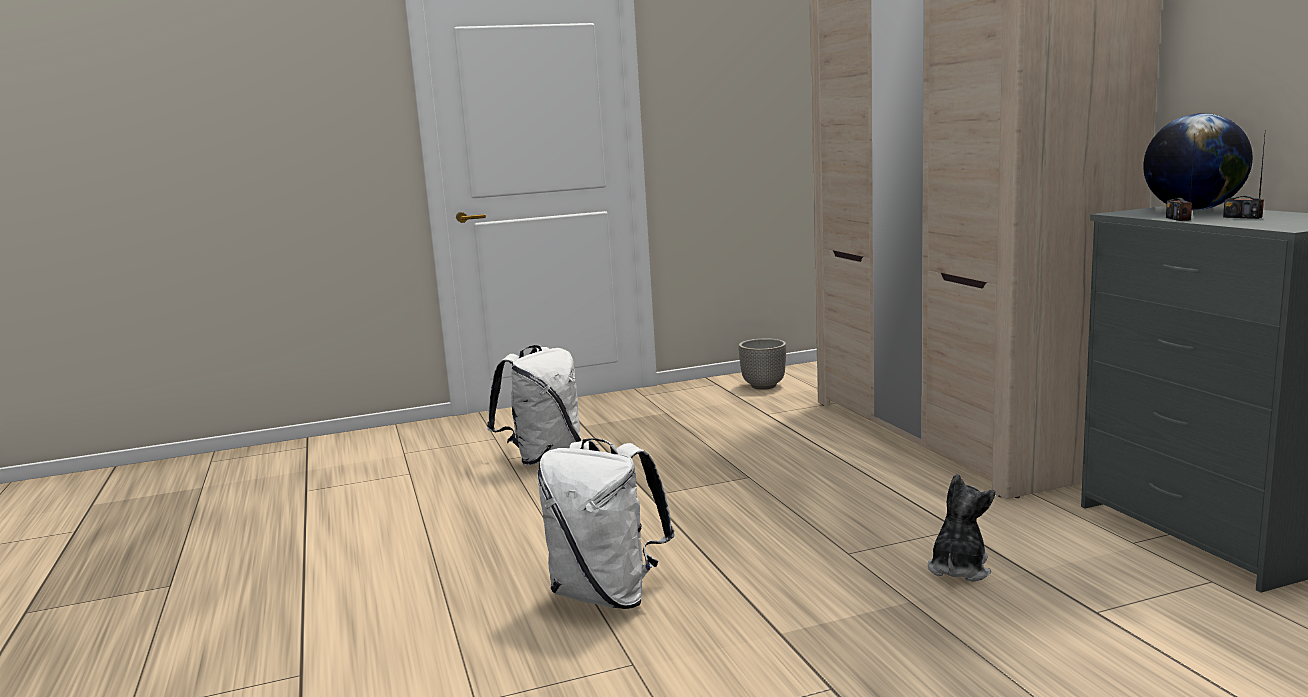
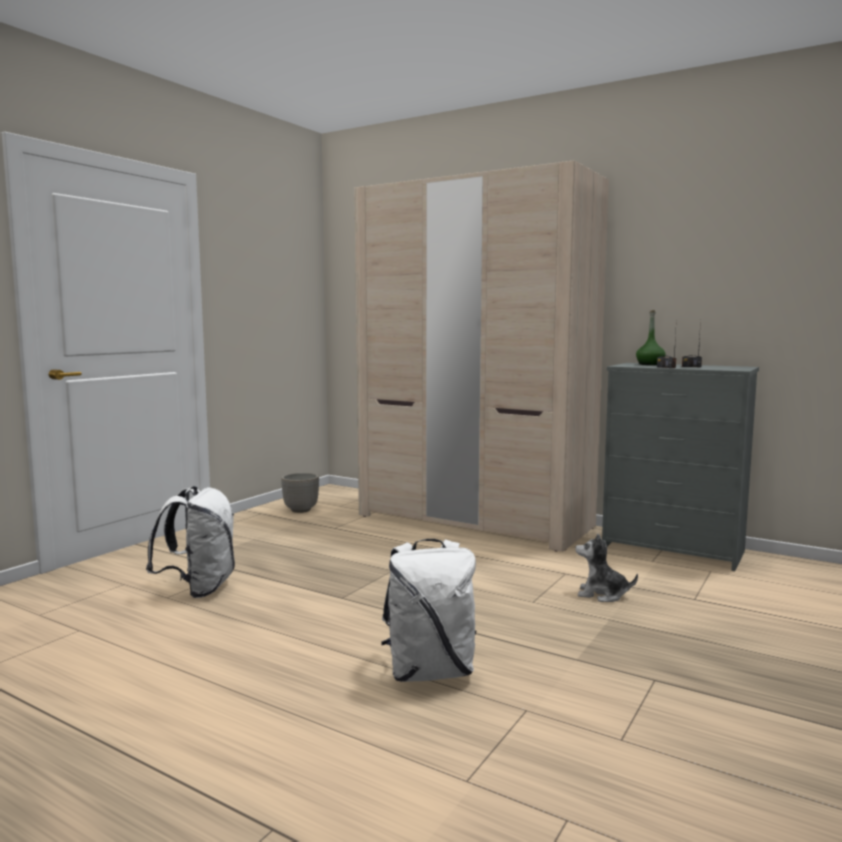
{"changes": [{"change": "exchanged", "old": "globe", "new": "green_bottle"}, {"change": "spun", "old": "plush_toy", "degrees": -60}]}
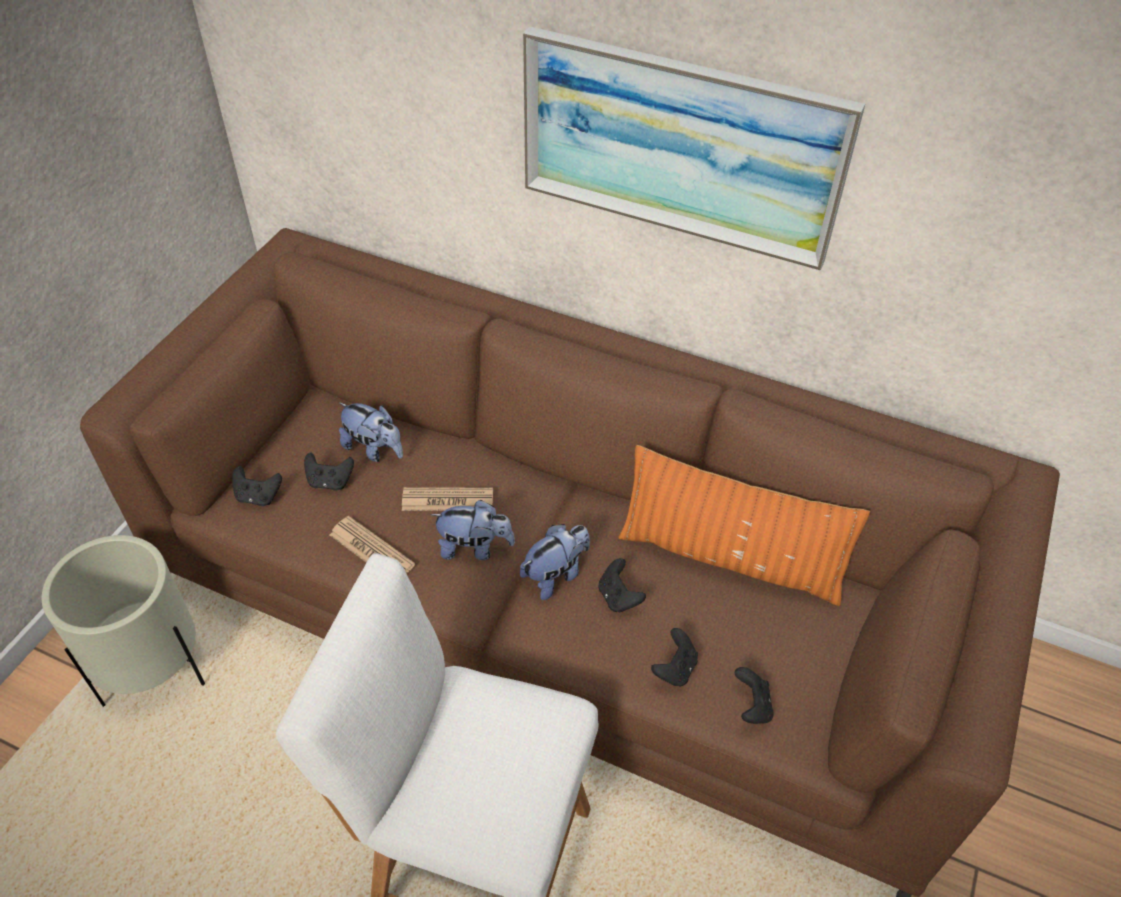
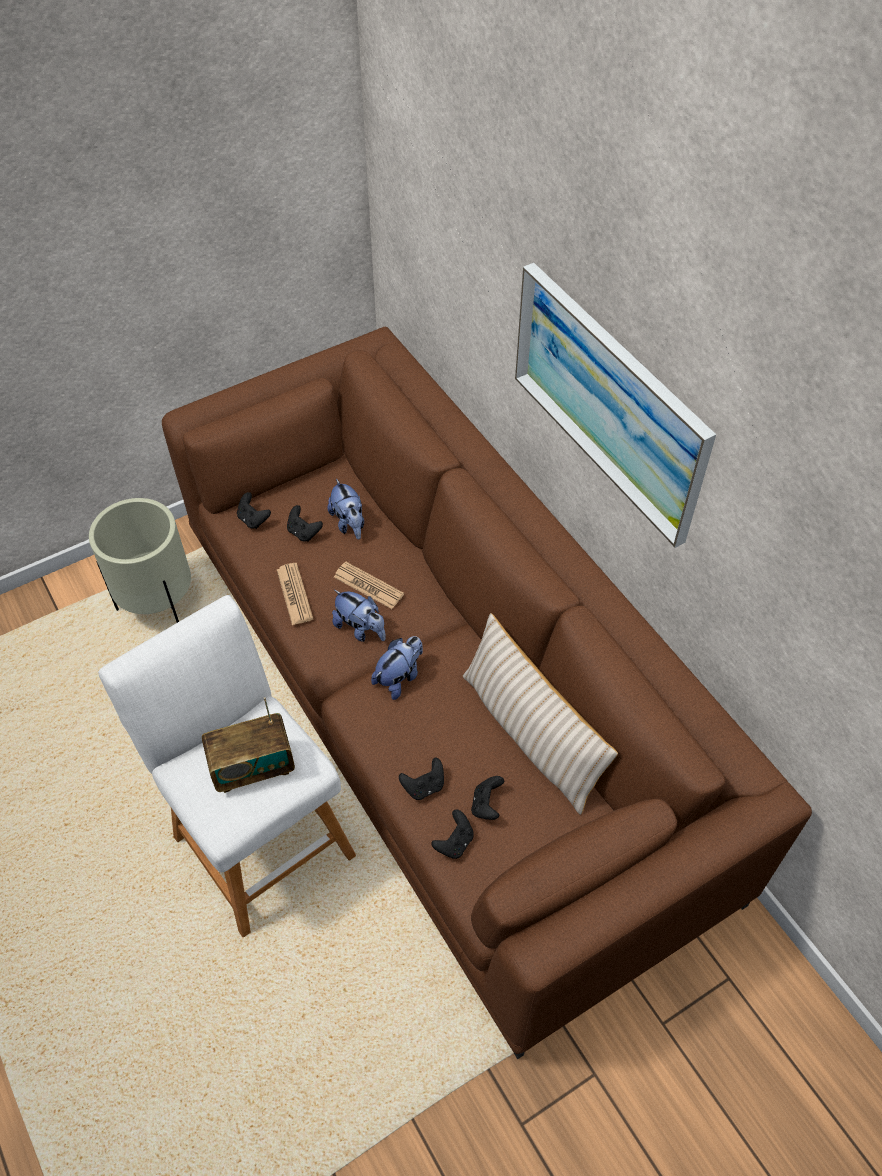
{"changes": [{"change": "colour", "old": "orange_pillow", "new": "beige_pillow"}, {"change": "spun", "old": "plush_toy (no. 3 from left)", "degrees": -45}, {"change": "relocated", "old": "black_game_controller (no. 3 from left in the first image)", "new": "black_game_controller (no. 5 from left)"}, {"change": "appeared", "new": "radio"}]}
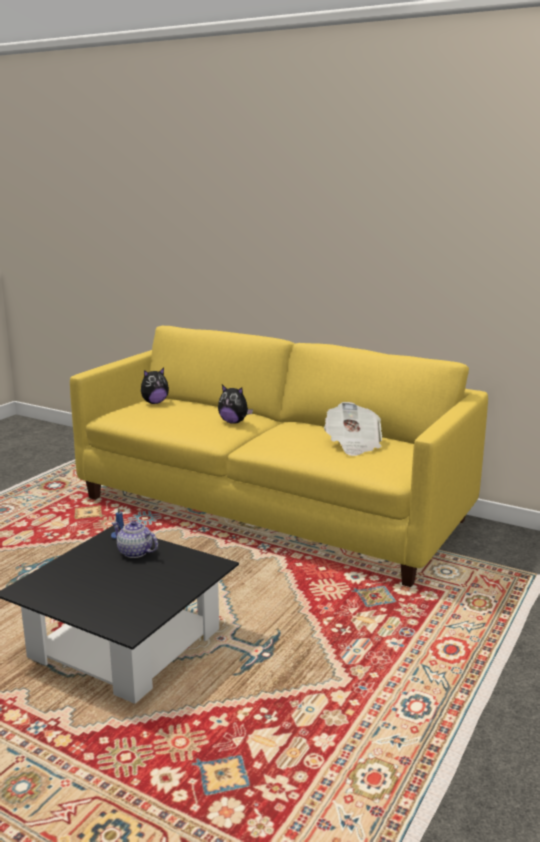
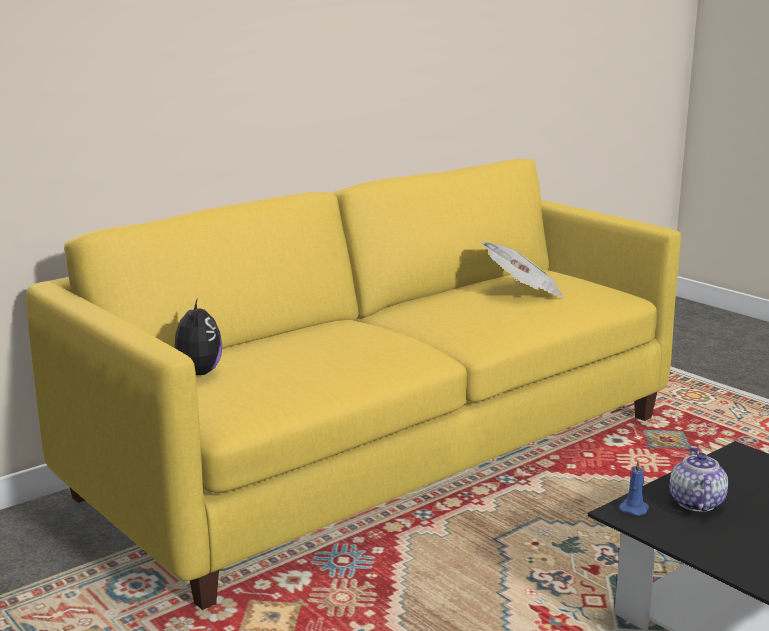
{"changes": [{"change": "missing", "old": "plush_toy (no. 2 from left)"}, {"change": "spun", "old": "teapot", "degrees": 135}]}
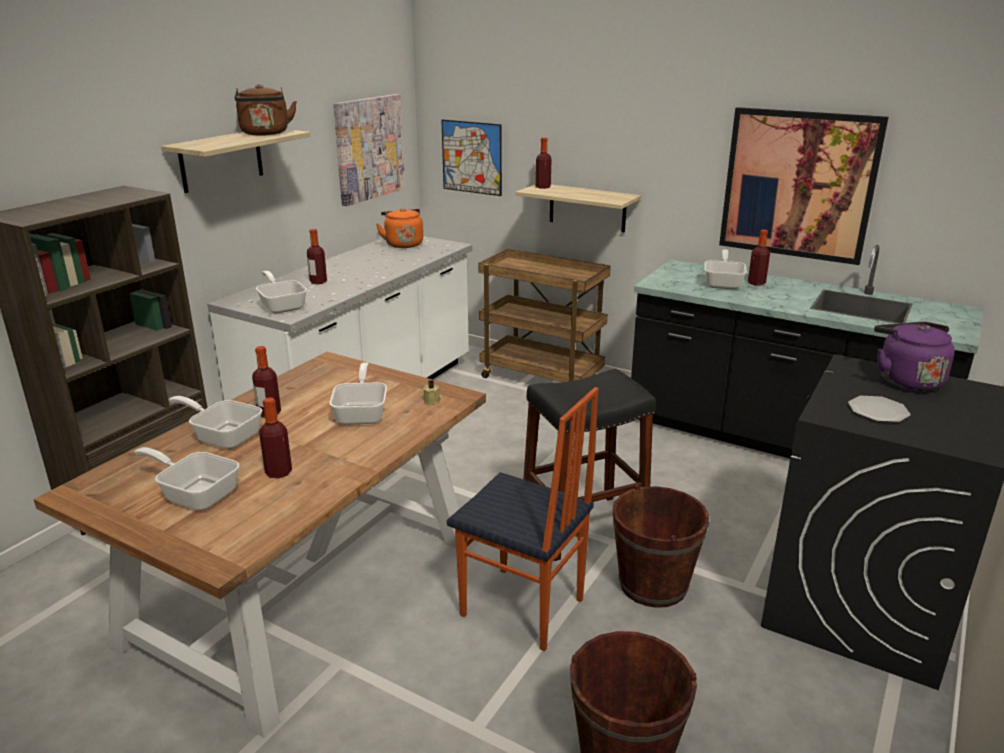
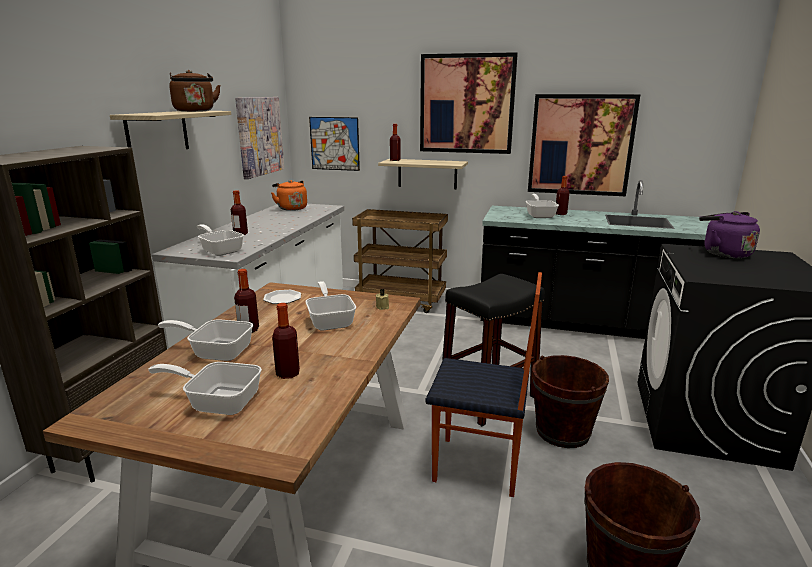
{"changes": [{"change": "relocated", "old": "plate"}, {"change": "appeared", "new": "picture (no. 3 from left)"}]}
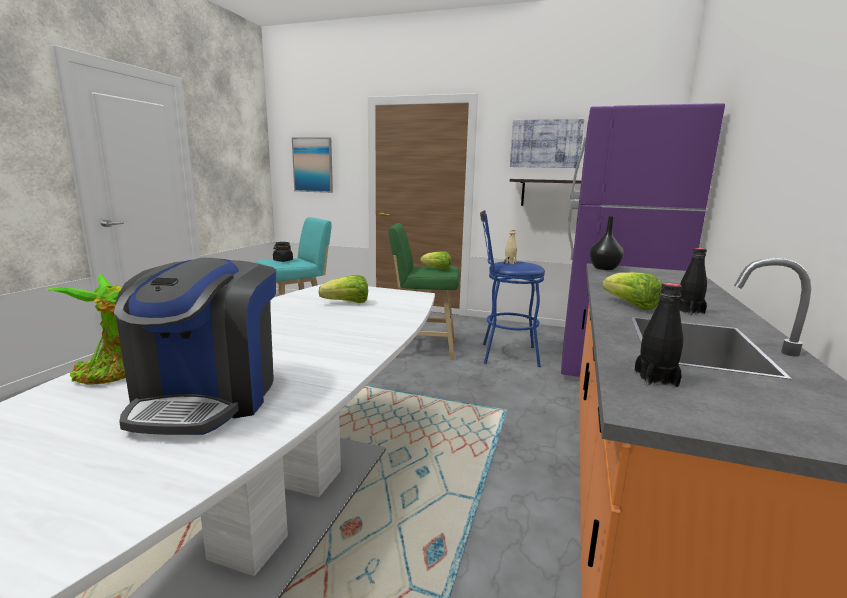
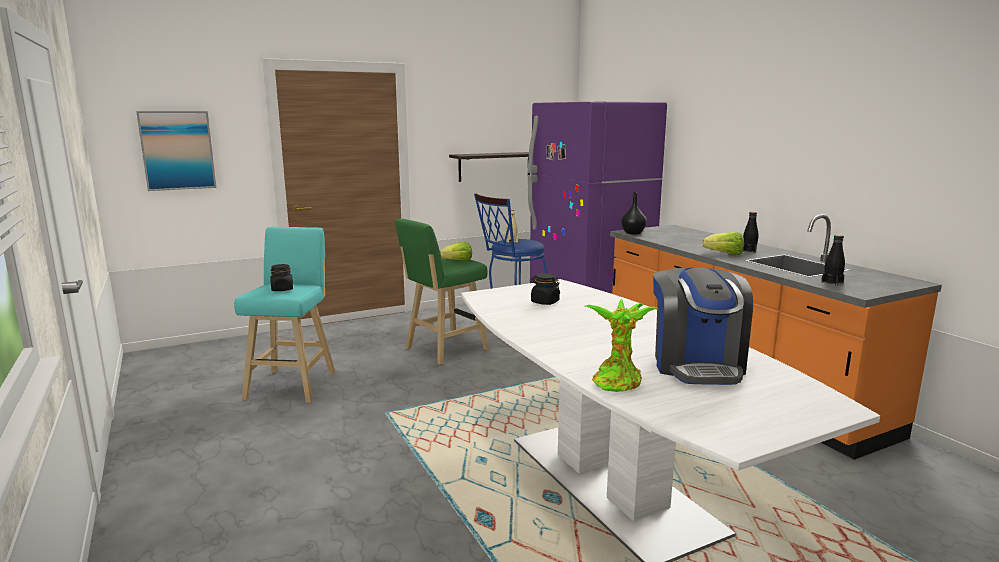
{"changes": [{"change": "missing", "old": "picture (no. 2 from left)"}, {"change": "spun", "old": "coffee_machine", "degrees": 45}, {"change": "exchanged", "old": "lettuce (no. 1 from left)", "new": "black_jar (no. 2 from left)"}]}
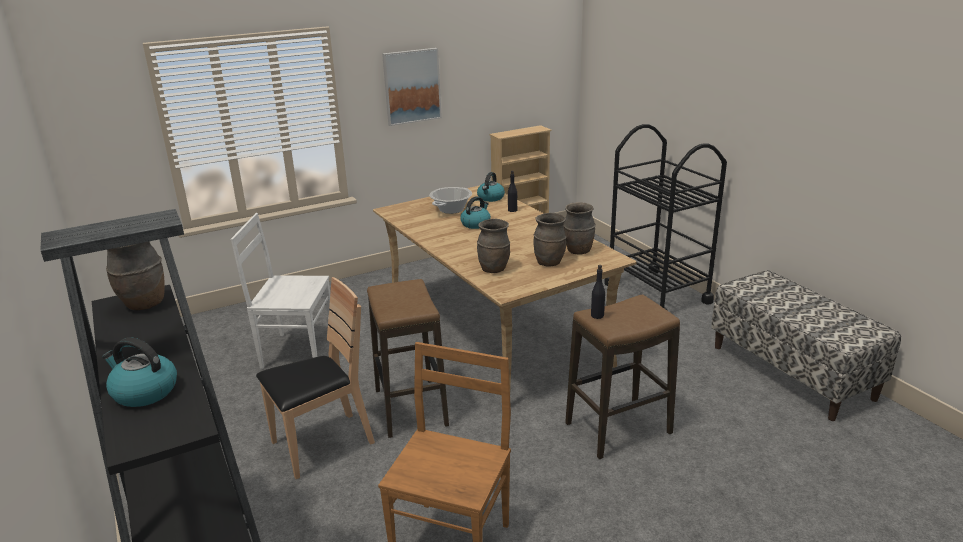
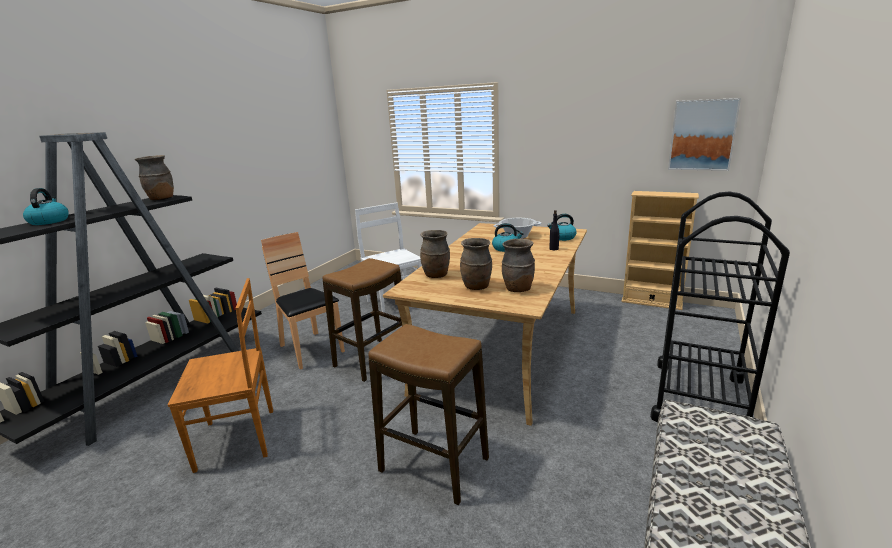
{"changes": [{"change": "relocated", "old": "picture"}, {"change": "missing", "old": "black_bottle (no. 2 from left)"}, {"change": "spun", "old": "brown_chair (no. 1 from left in the first image)", "degrees": -150}]}
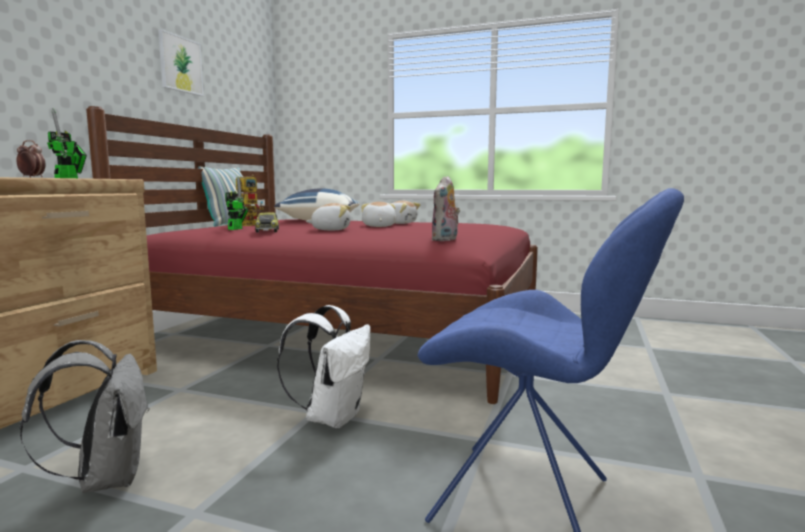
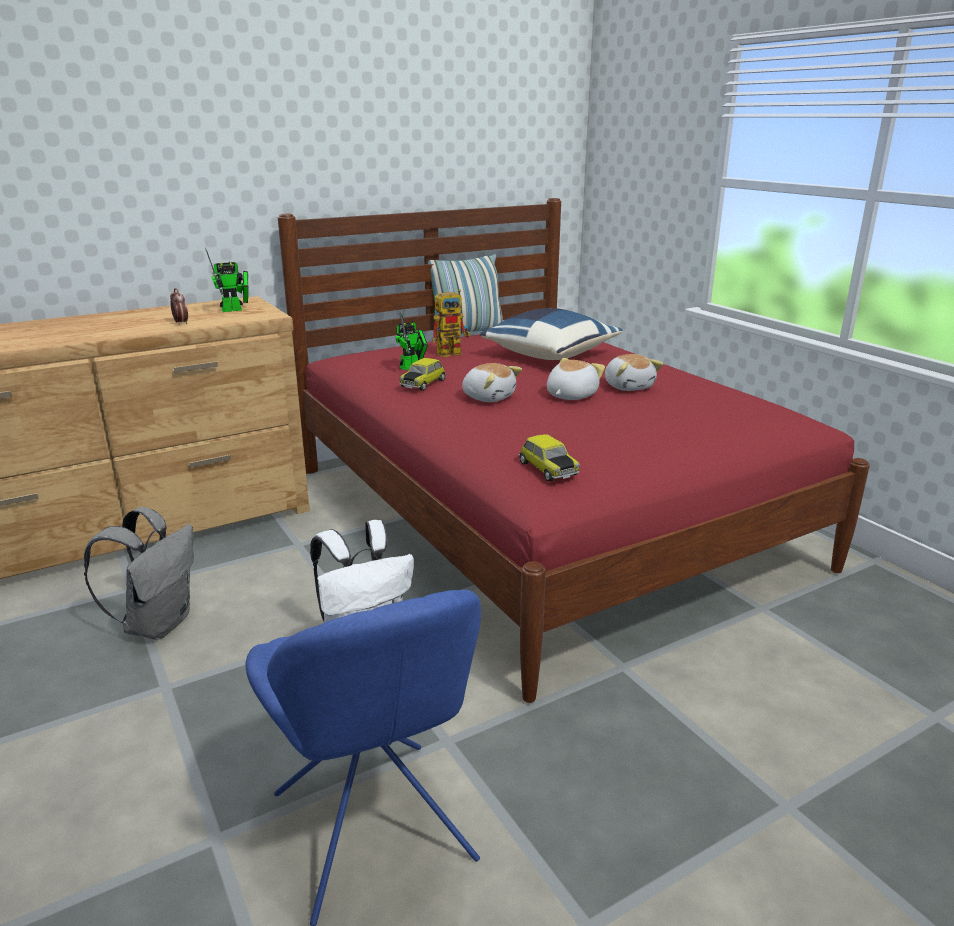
{"changes": [{"change": "missing", "old": "picture"}, {"change": "exchanged", "old": "plush_toy (no. 4 from left)", "new": "toy_car (no. 2 from left)"}]}
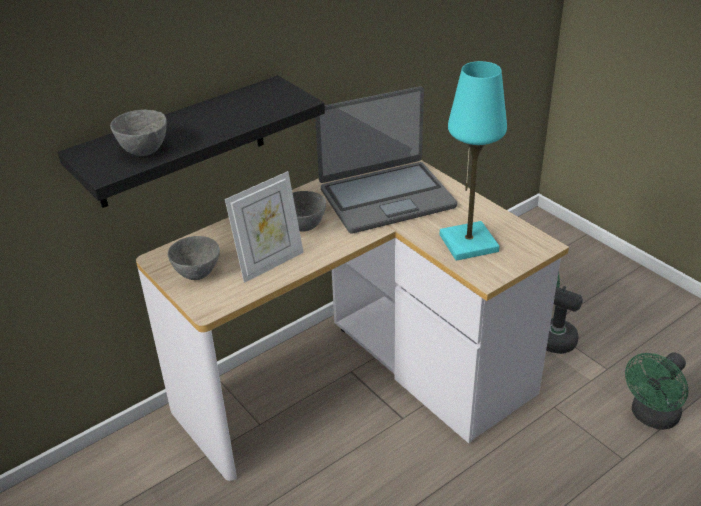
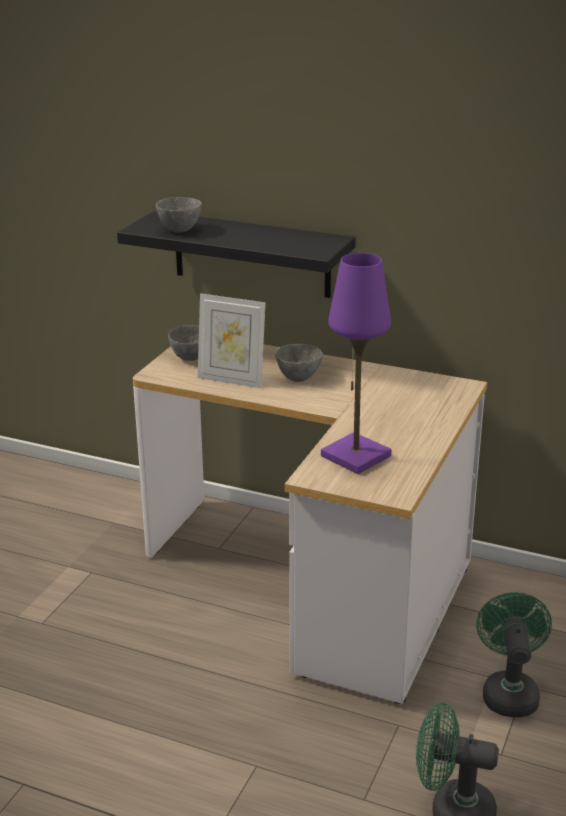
{"changes": [{"change": "colour", "old": "turquoise_table_lamp", "new": "purple_table_lamp"}, {"change": "missing", "old": "laptop"}]}
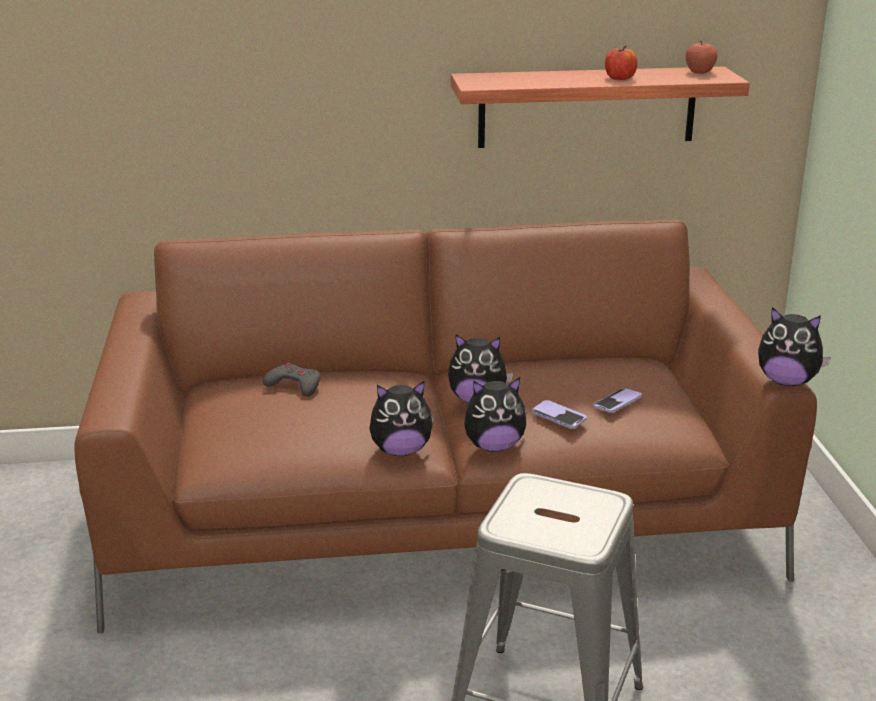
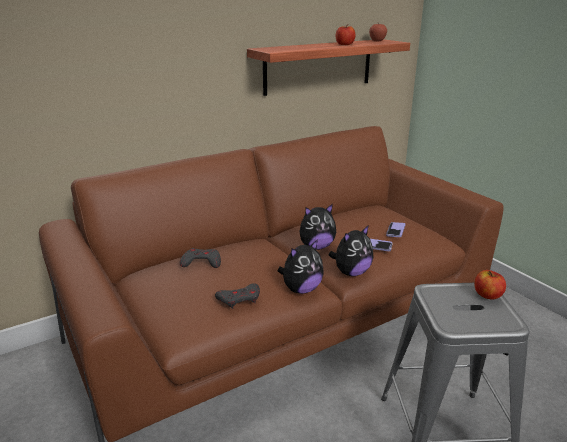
{"changes": [{"change": "missing", "old": "plush_toy (no. 4 from left)"}, {"change": "appeared", "new": "apple (no. 3 from left)"}, {"change": "appeared", "new": "grey_game_controller (no. 2 from left)"}]}
